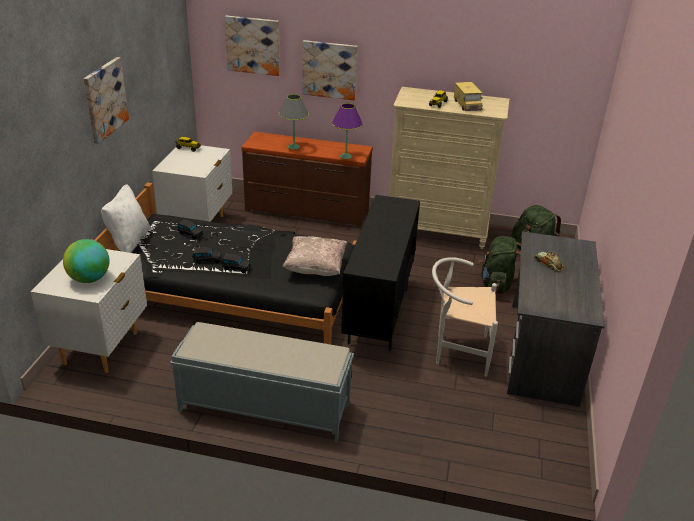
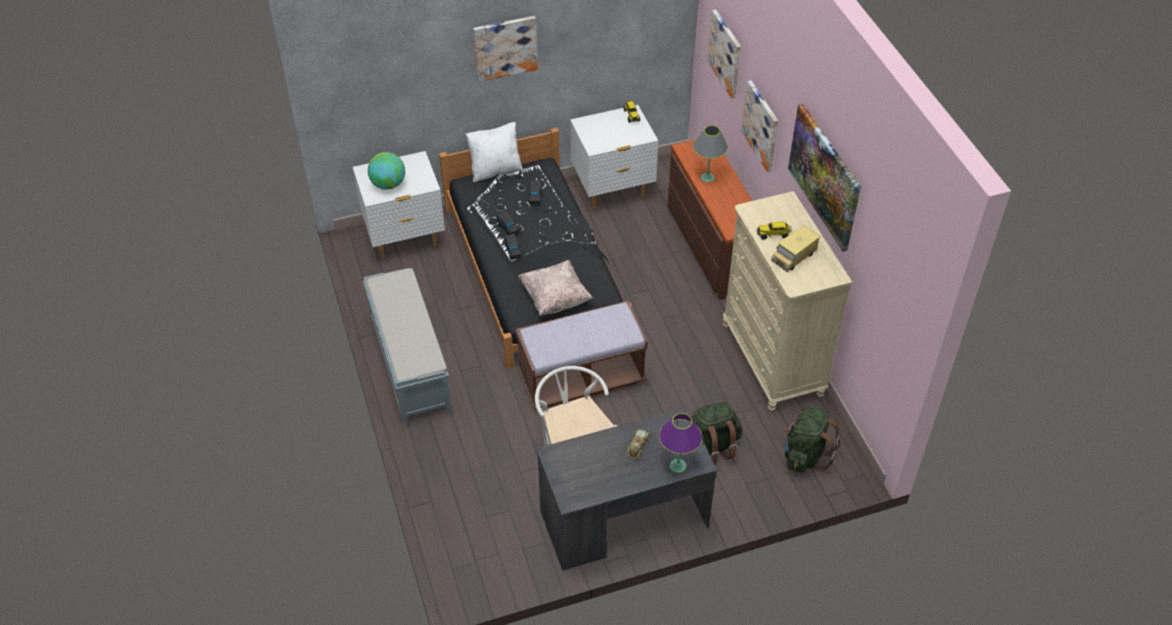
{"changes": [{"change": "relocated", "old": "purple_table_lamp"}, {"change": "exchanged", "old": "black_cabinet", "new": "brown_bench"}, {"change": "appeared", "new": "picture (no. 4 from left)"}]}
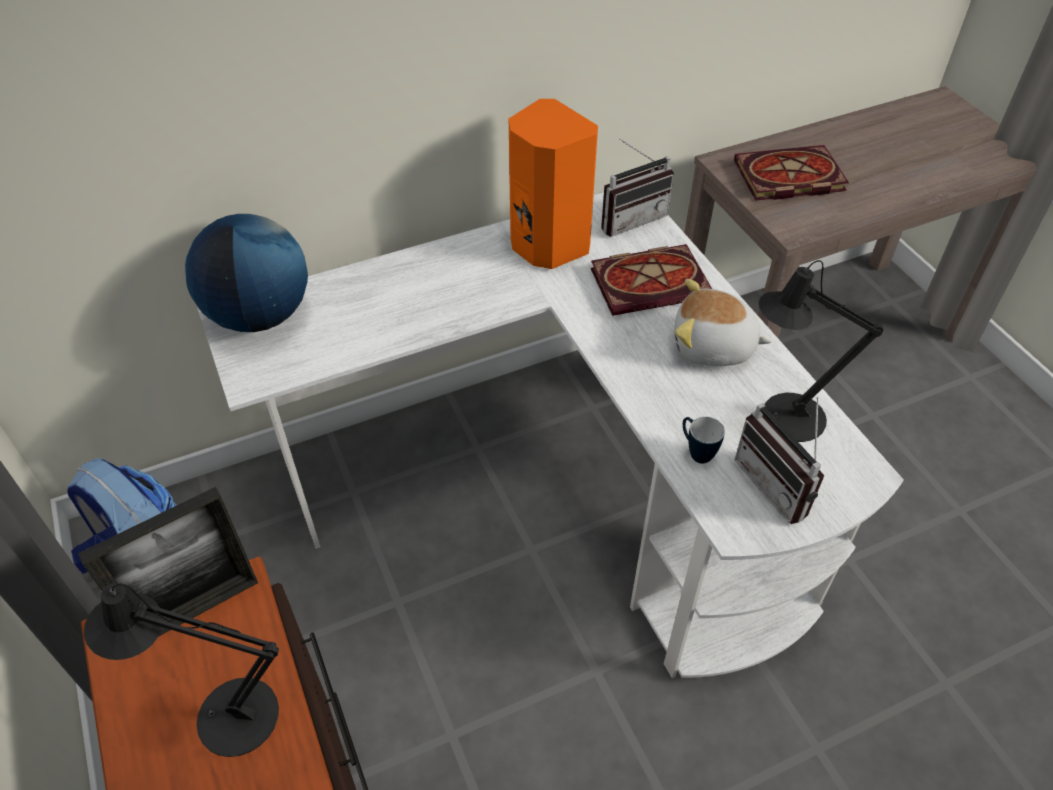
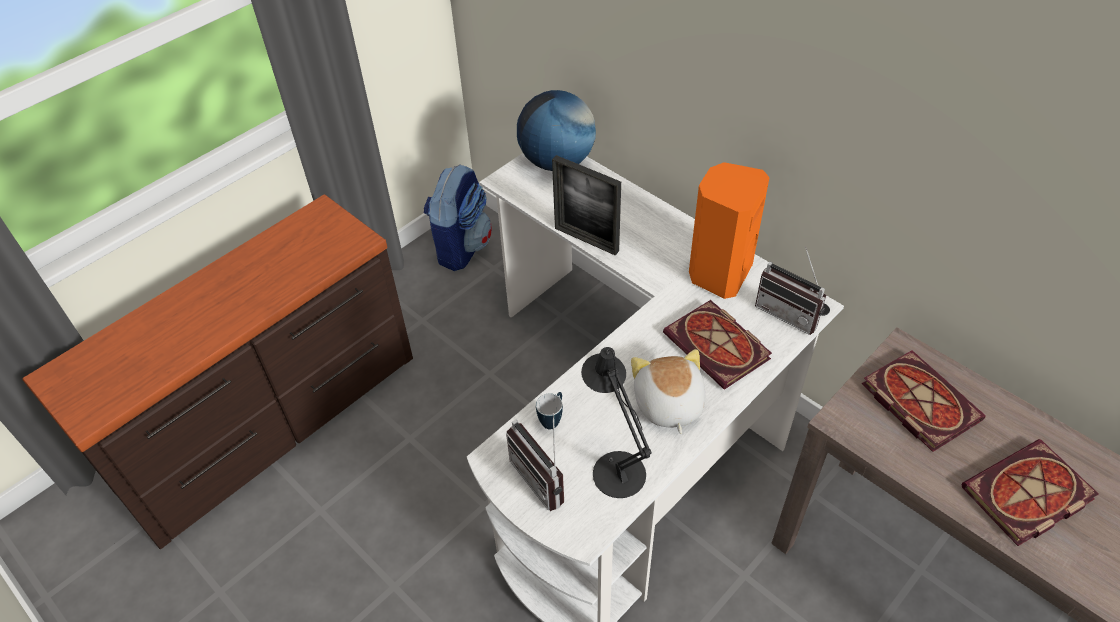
{"changes": [{"change": "spun", "old": "radio (no. 2 from left in the first image)", "degrees": -75}, {"change": "relocated", "old": "picture_frame"}, {"change": "missing", "old": "black_table_lamp (no. 1 from left)"}, {"change": "appeared", "new": "book (no. 3 from left)"}]}
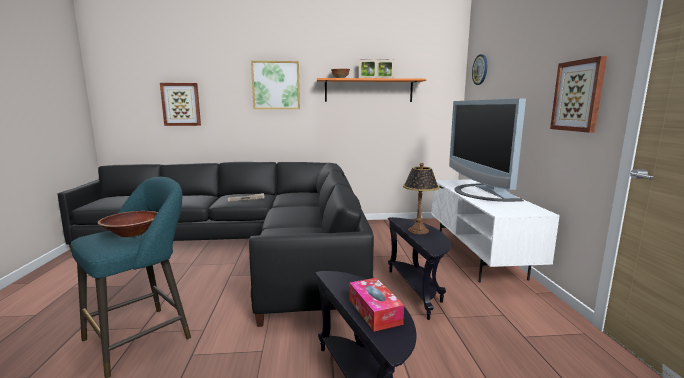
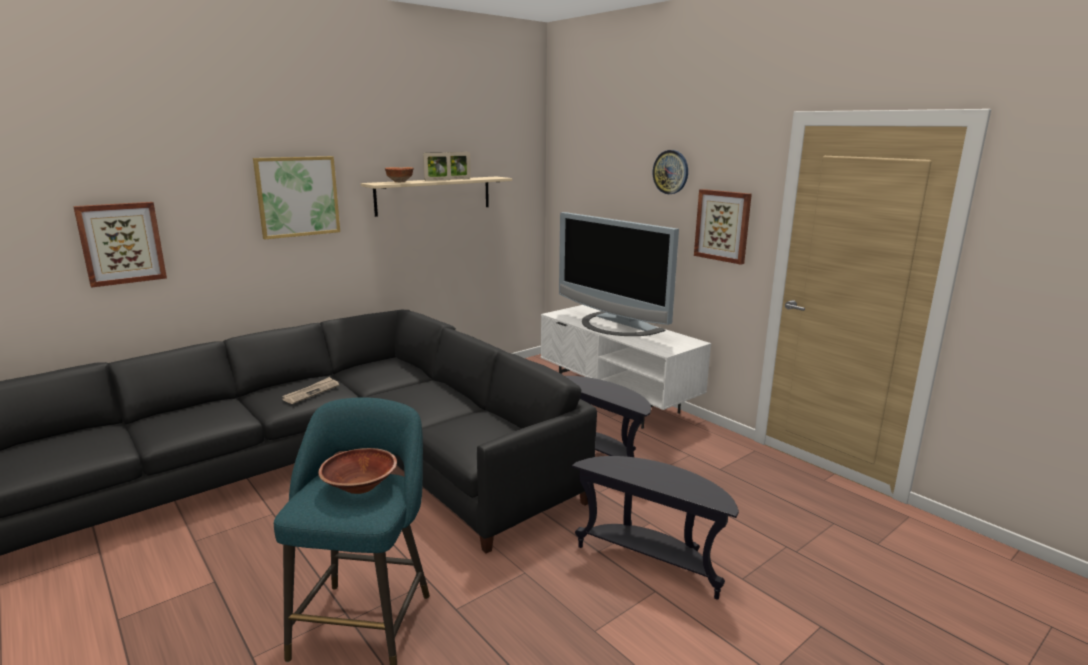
{"changes": [{"change": "relocated", "old": "wall_clock"}, {"change": "colour", "old": "orange_shelf", "new": "beige_shelf"}, {"change": "missing", "old": "table_lamp"}, {"change": "missing", "old": "tissue_box"}]}
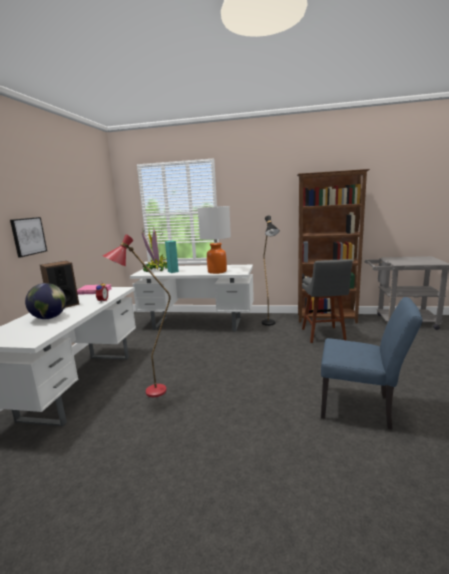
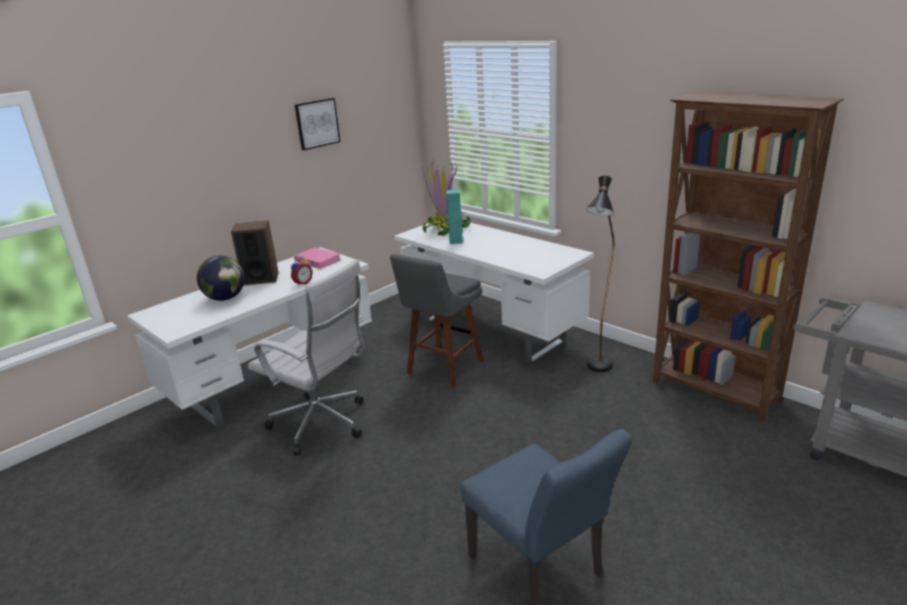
{"changes": [{"change": "missing", "old": "table_lamp"}, {"change": "relocated", "old": "picture"}, {"change": "exchanged", "old": "red_floor_lamp", "new": "white_office_chair"}, {"change": "relocated", "old": "grey_stool"}]}
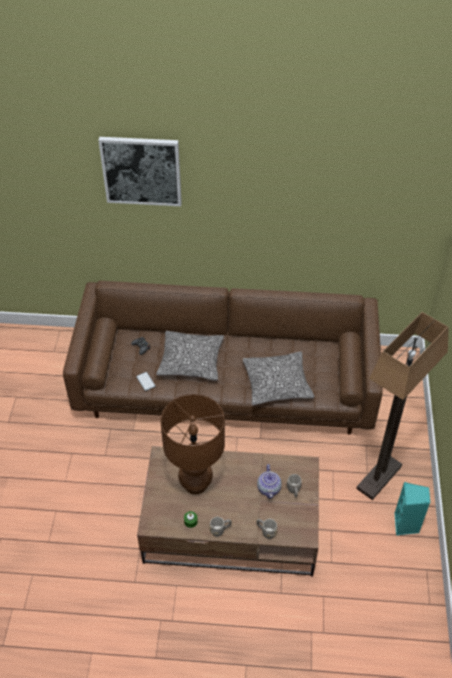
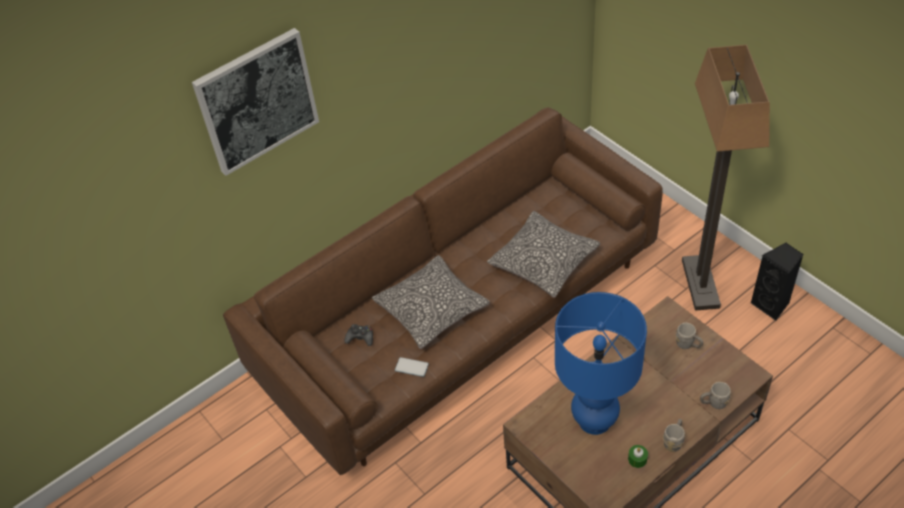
{"changes": [{"change": "colour", "old": "brown_table_lamp", "new": "blue_table_lamp"}, {"change": "missing", "old": "teapot"}, {"change": "colour", "old": "turquoise_speaker", "new": "black_speaker"}]}
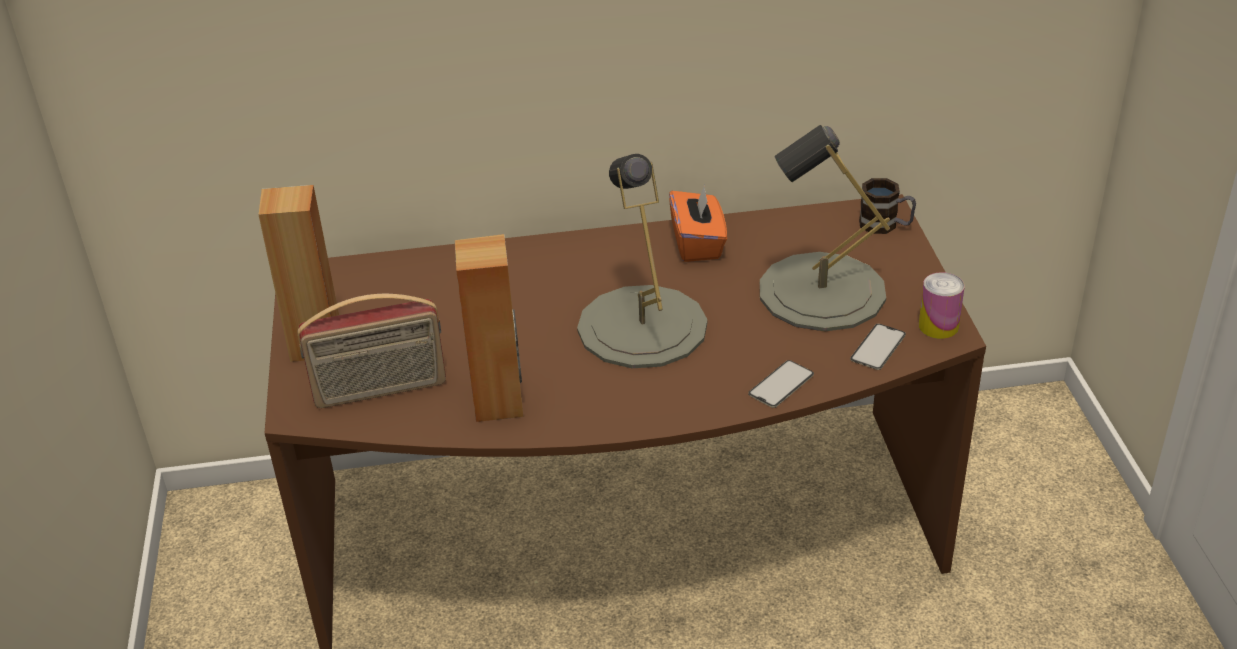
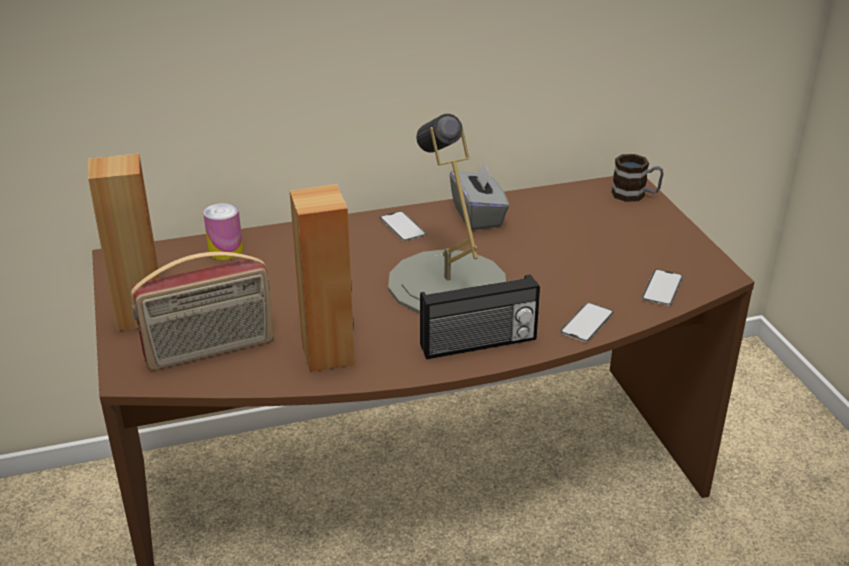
{"changes": [{"change": "missing", "old": "grey_table_lamp (no. 2 from left)"}, {"change": "colour", "old": "orange_tissue_box", "new": "grey_tissue_box"}, {"change": "relocated", "old": "can"}, {"change": "appeared", "new": "phone (no. 1 from left)"}, {"change": "appeared", "new": "radio (no. 2 from left)"}]}
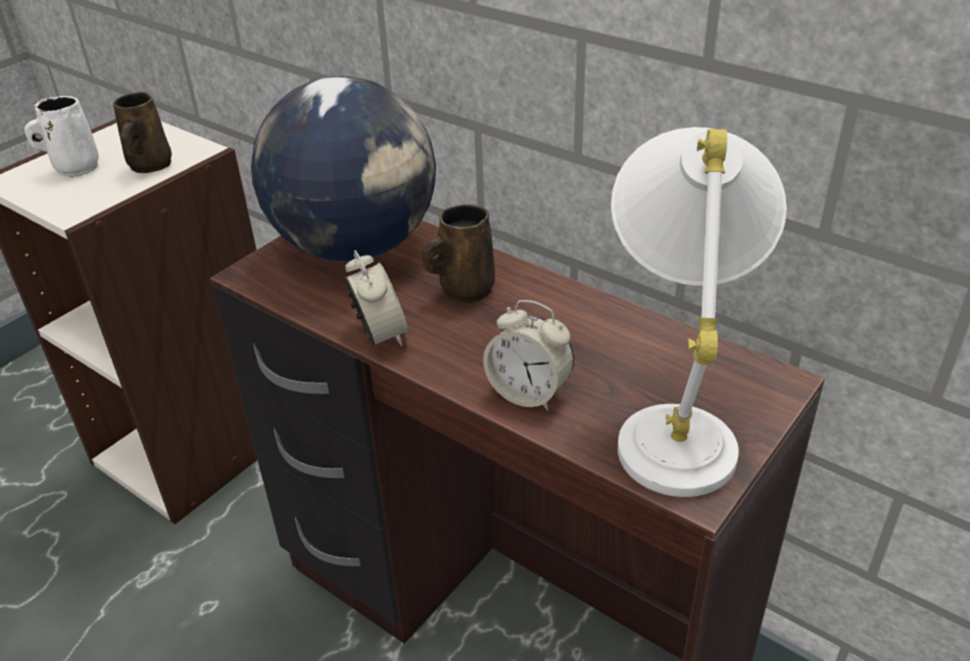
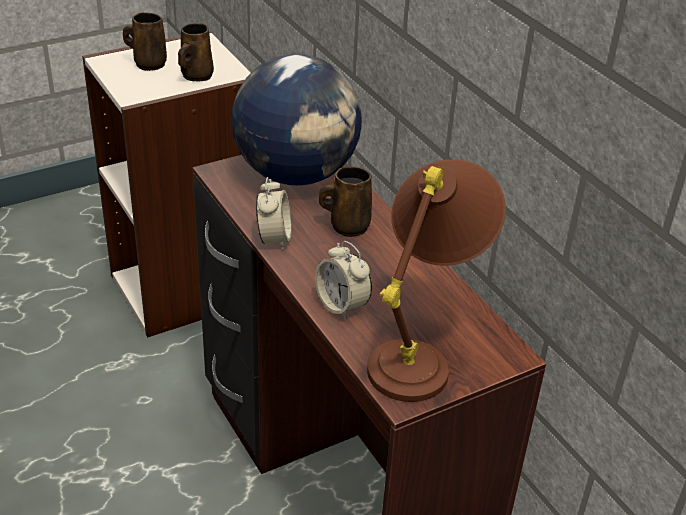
{"changes": [{"change": "colour", "old": "white_mug", "new": "brown_mug (no. 1 from left)"}, {"change": "colour", "old": "white_table_lamp", "new": "brown_table_lamp"}]}
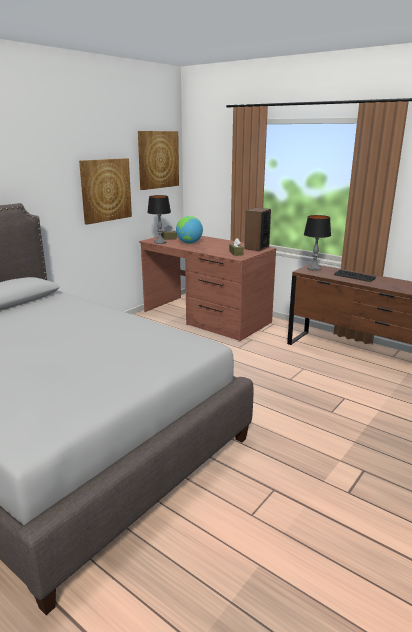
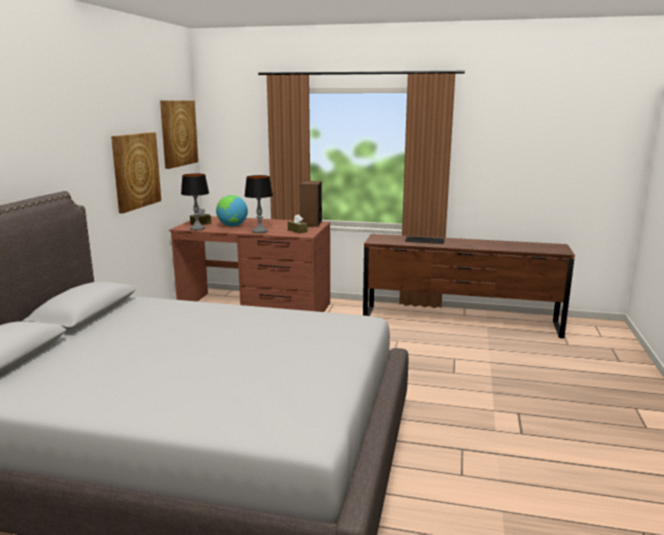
{"changes": [{"change": "relocated", "old": "table_lamp (no. 2 from left)"}]}
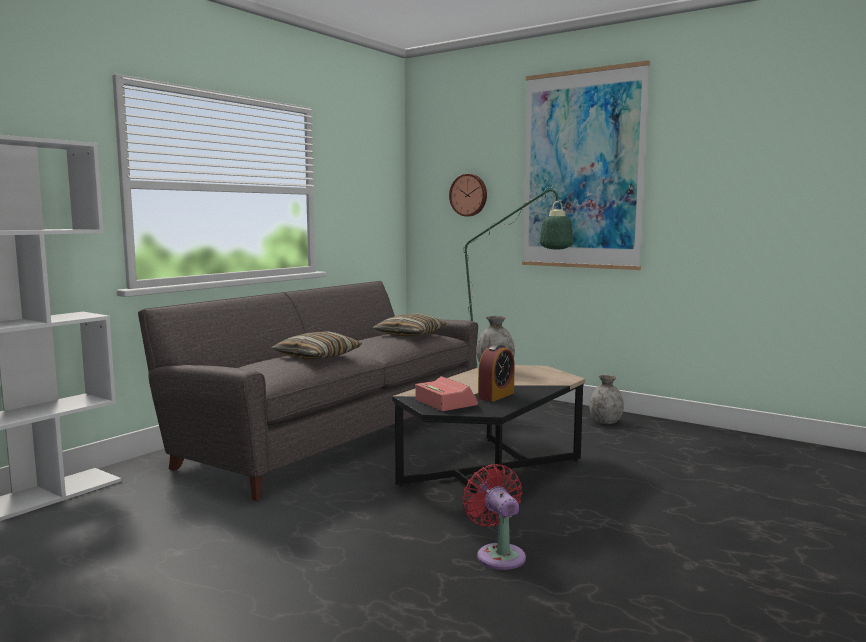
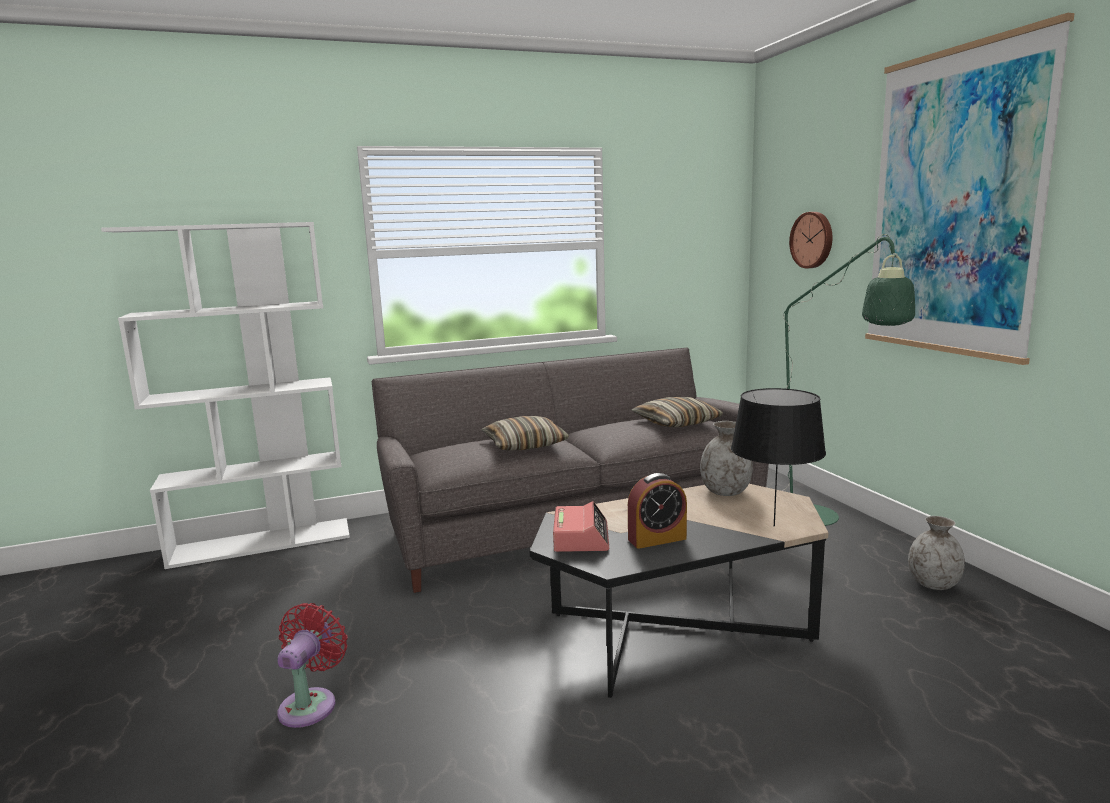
{"changes": [{"change": "relocated", "old": "red_fan"}, {"change": "appeared", "new": "black_table_lamp"}]}
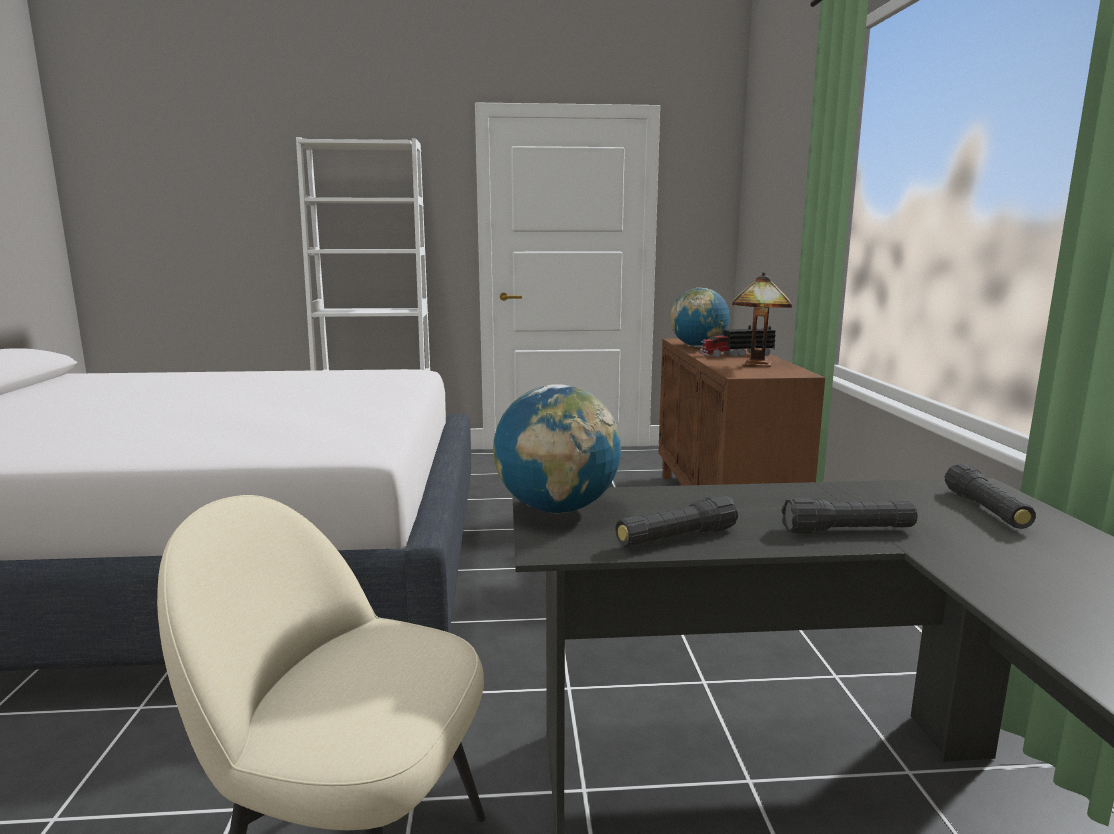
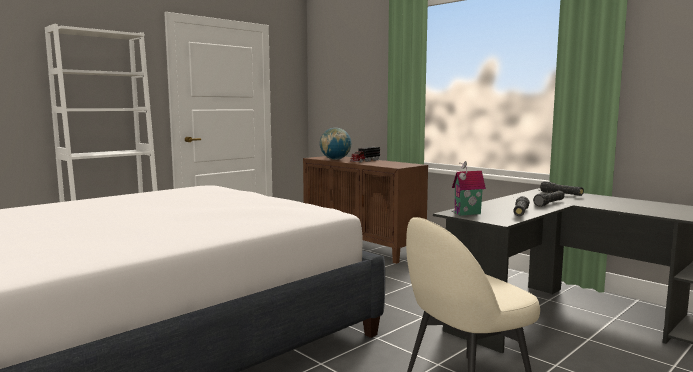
{"changes": [{"change": "missing", "old": "table_lamp"}, {"change": "exchanged", "old": "globe (no. 1 from left)", "new": "toy_house"}]}
